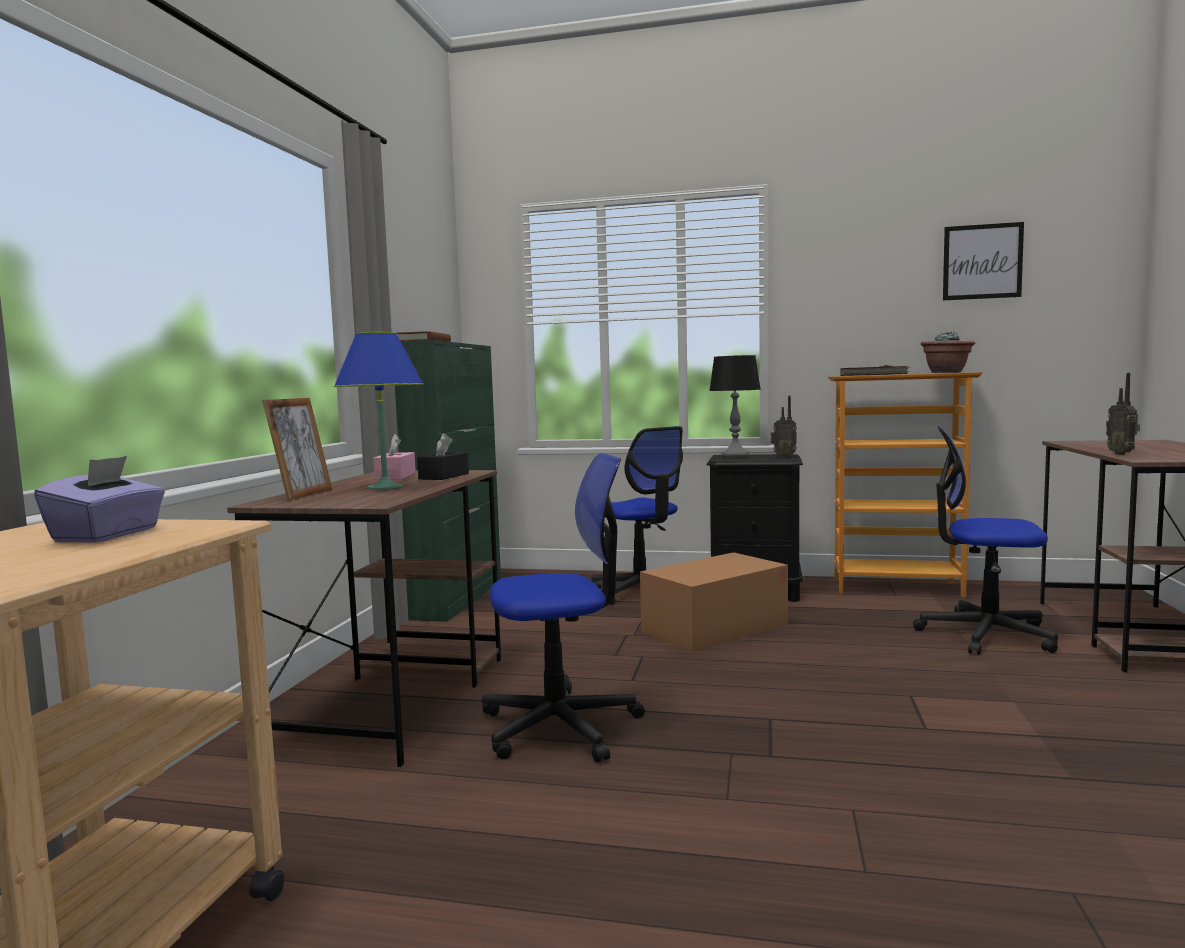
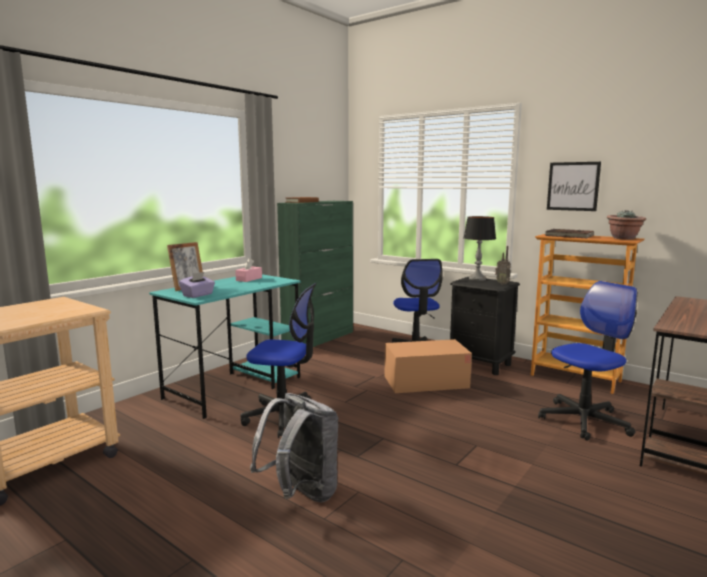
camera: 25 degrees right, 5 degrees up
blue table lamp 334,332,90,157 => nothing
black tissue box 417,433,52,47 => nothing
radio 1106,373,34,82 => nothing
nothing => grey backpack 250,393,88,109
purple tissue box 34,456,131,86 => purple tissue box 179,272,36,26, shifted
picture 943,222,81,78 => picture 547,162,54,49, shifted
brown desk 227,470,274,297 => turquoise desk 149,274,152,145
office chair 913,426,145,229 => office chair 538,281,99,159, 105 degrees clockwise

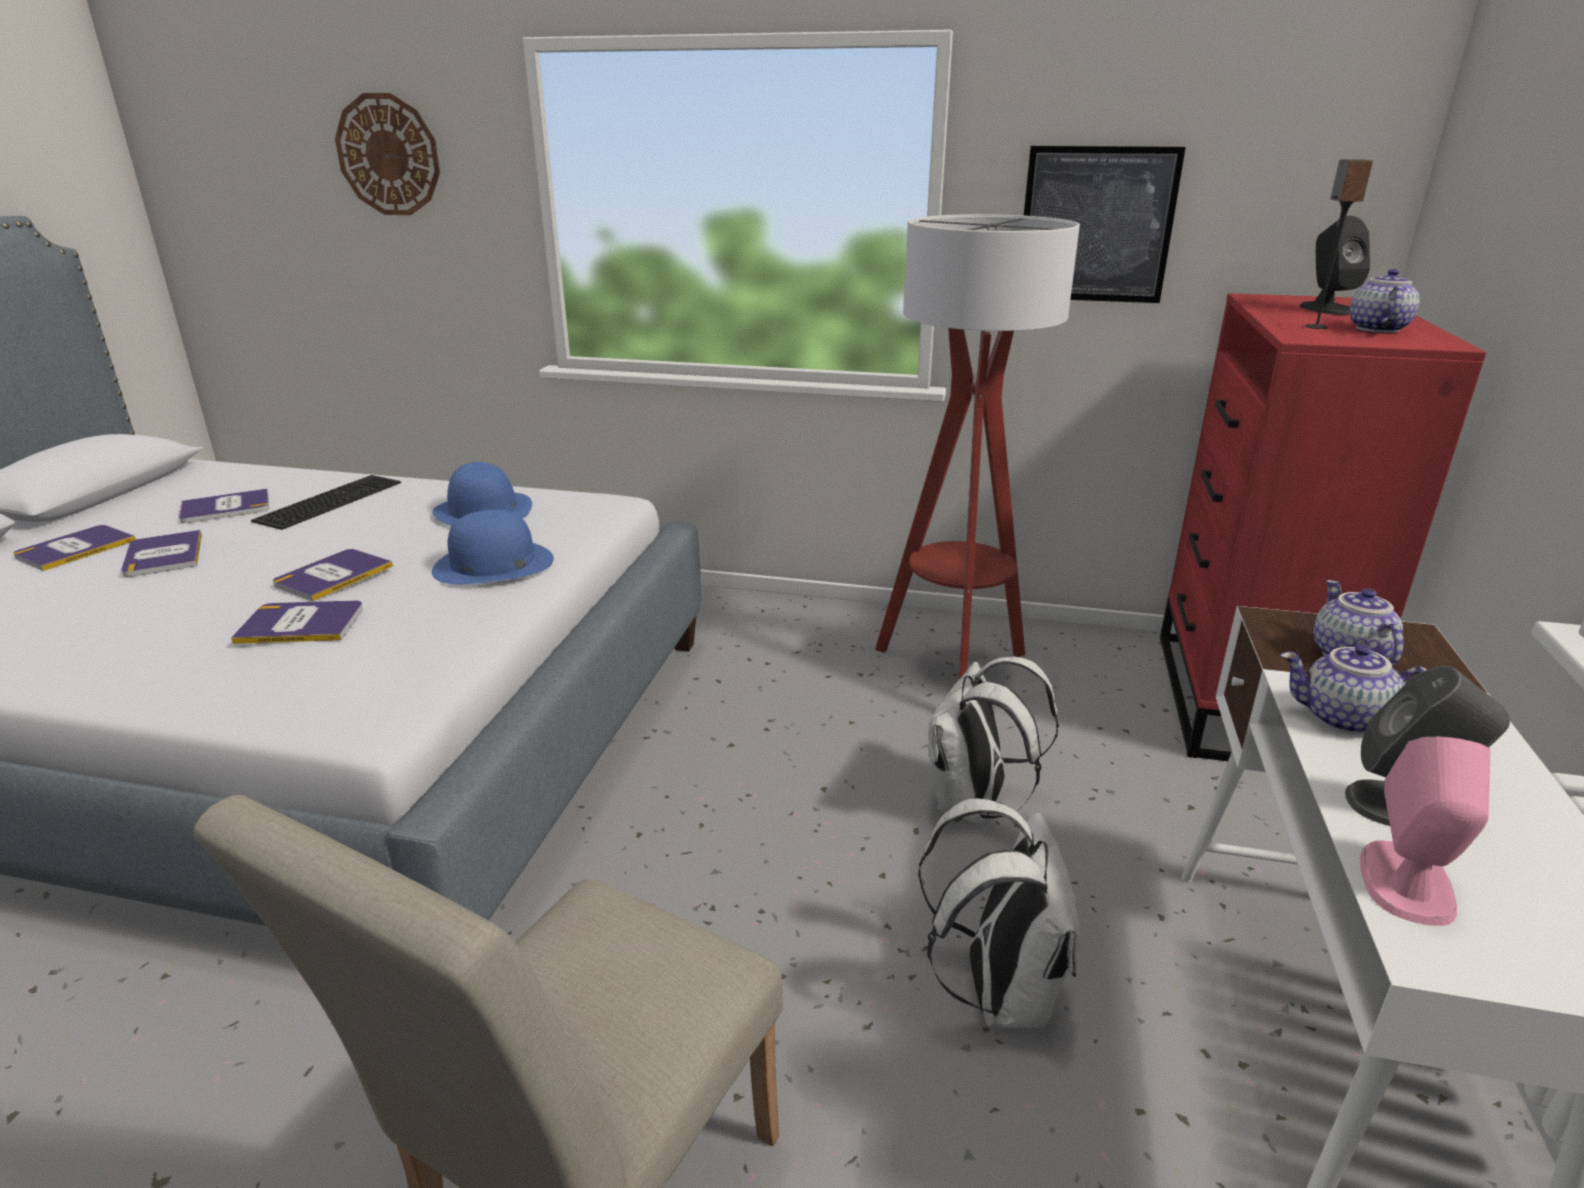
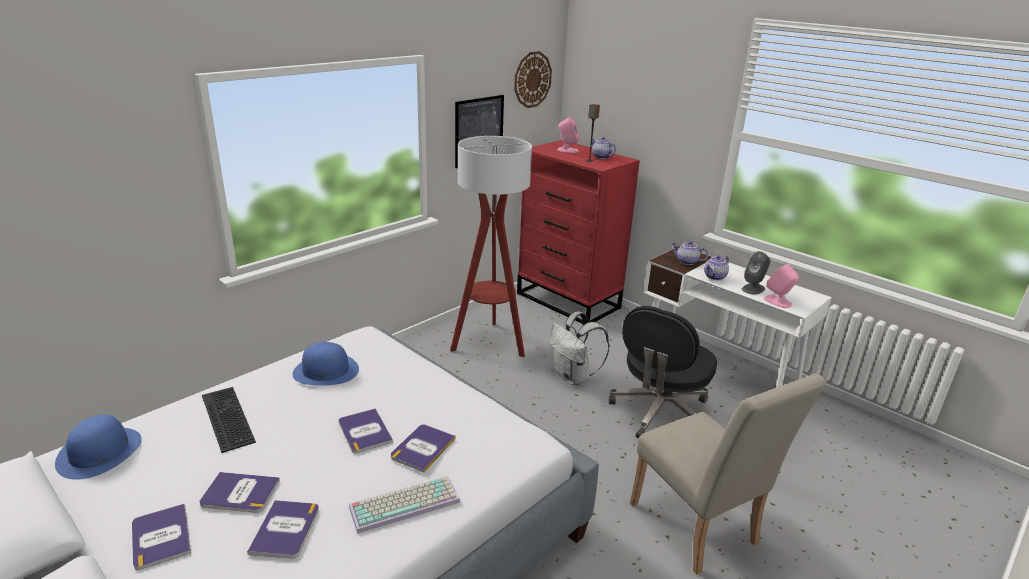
camera: 60 degrees left, 0 degrees up
nothing => keyboard 349,476,111,58
book 179,489,90,34 => book 247,500,72,59, shifted
wall clock 335,93,105,122 => wall clock 514,51,38,57, shifted
blue hat 432,510,122,74 => blue hat 55,414,87,66, shifted
white backpack 918,798,162,230 => black office chair 608,306,109,133
black speaker 1300,216,70,99 => pink speaker 557,117,23,36

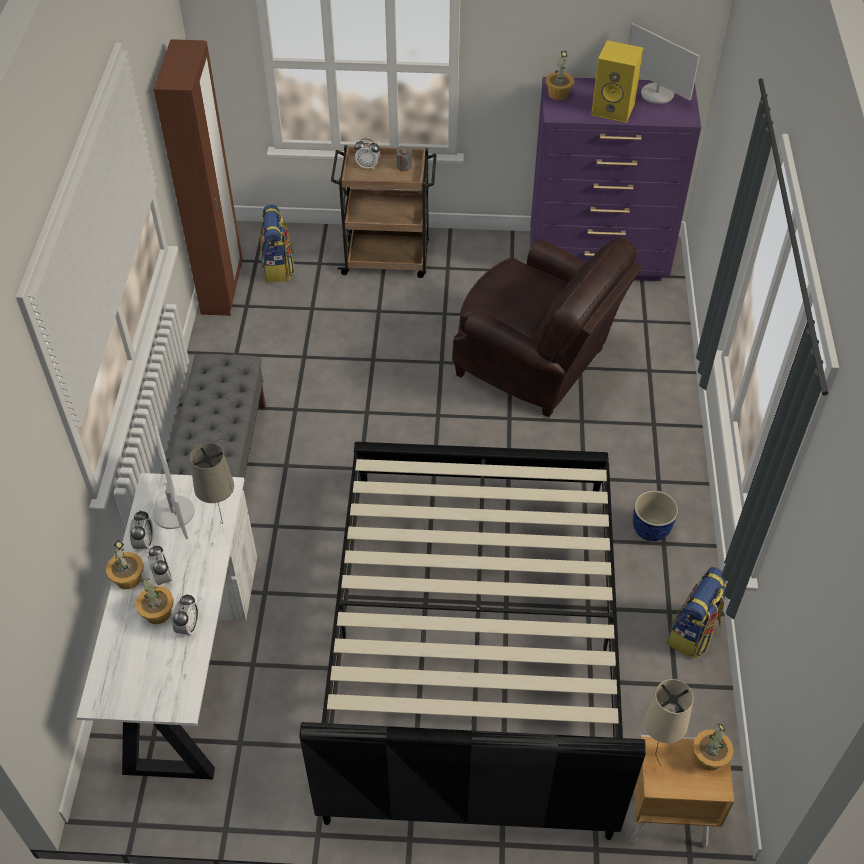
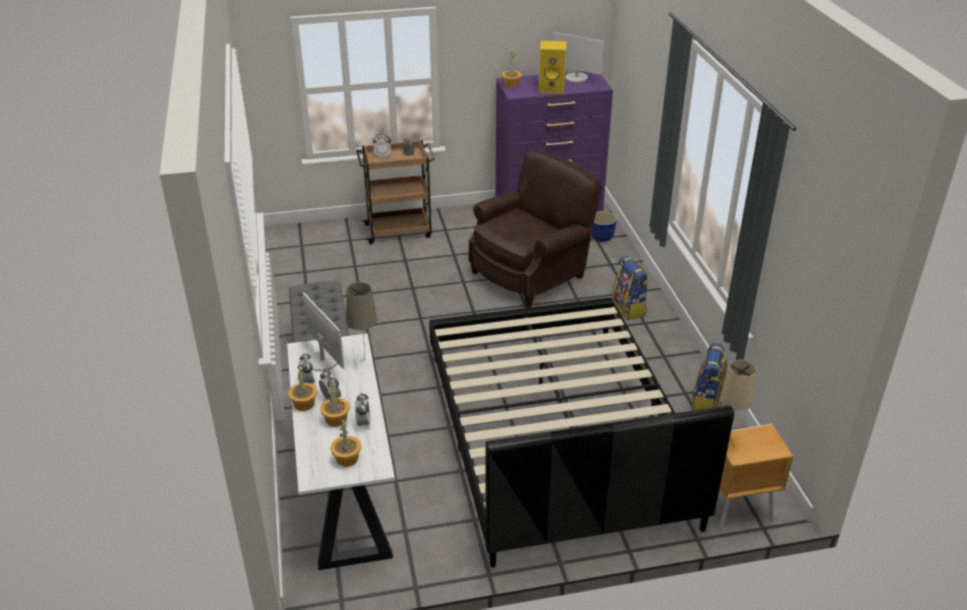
camera: 15 degrees left, 15 degrees down
brown wardrobe 153,39,89,277 => nothing
backpack 260,204,35,79 => backpack 612,255,37,65, shifted
planter 633,490,45,51 => planter 591,211,26,31, shifted
potted plant 693,723,41,48 => potted plant 330,419,32,48, shifted
brown armchair 452,236,191,181 => brown armchair 468,150,134,158, 60 degrees counterclockwise

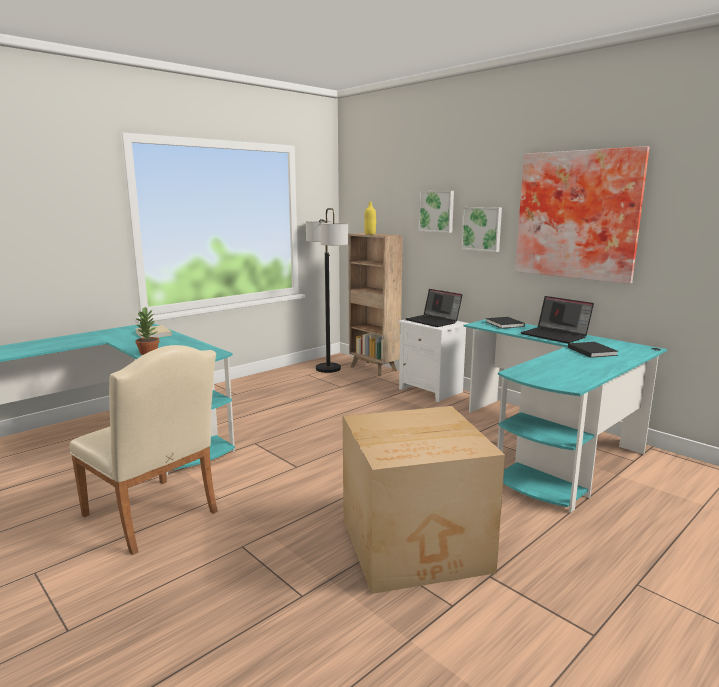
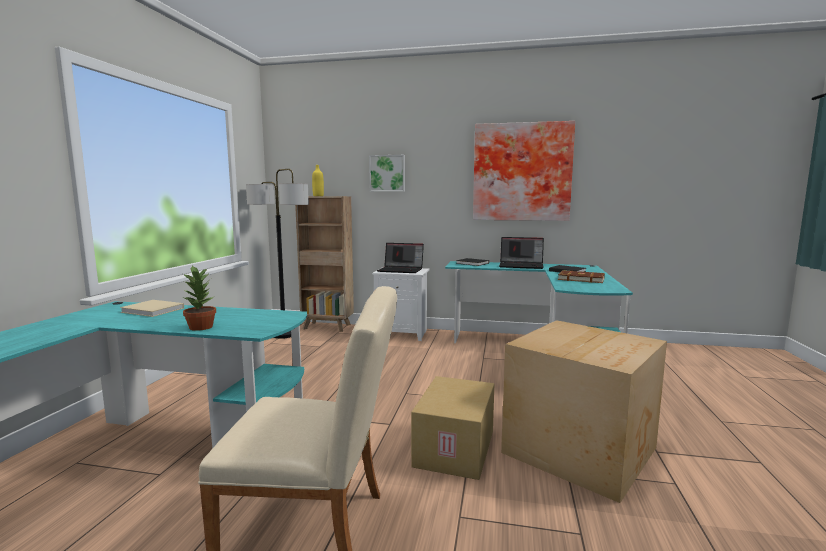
camera: 35 degrees left, 5 degrees down
picture 461,207,41,45 => nothing
nothing => cardboard box 411,376,83,104
nothing => brown book 558,270,47,13

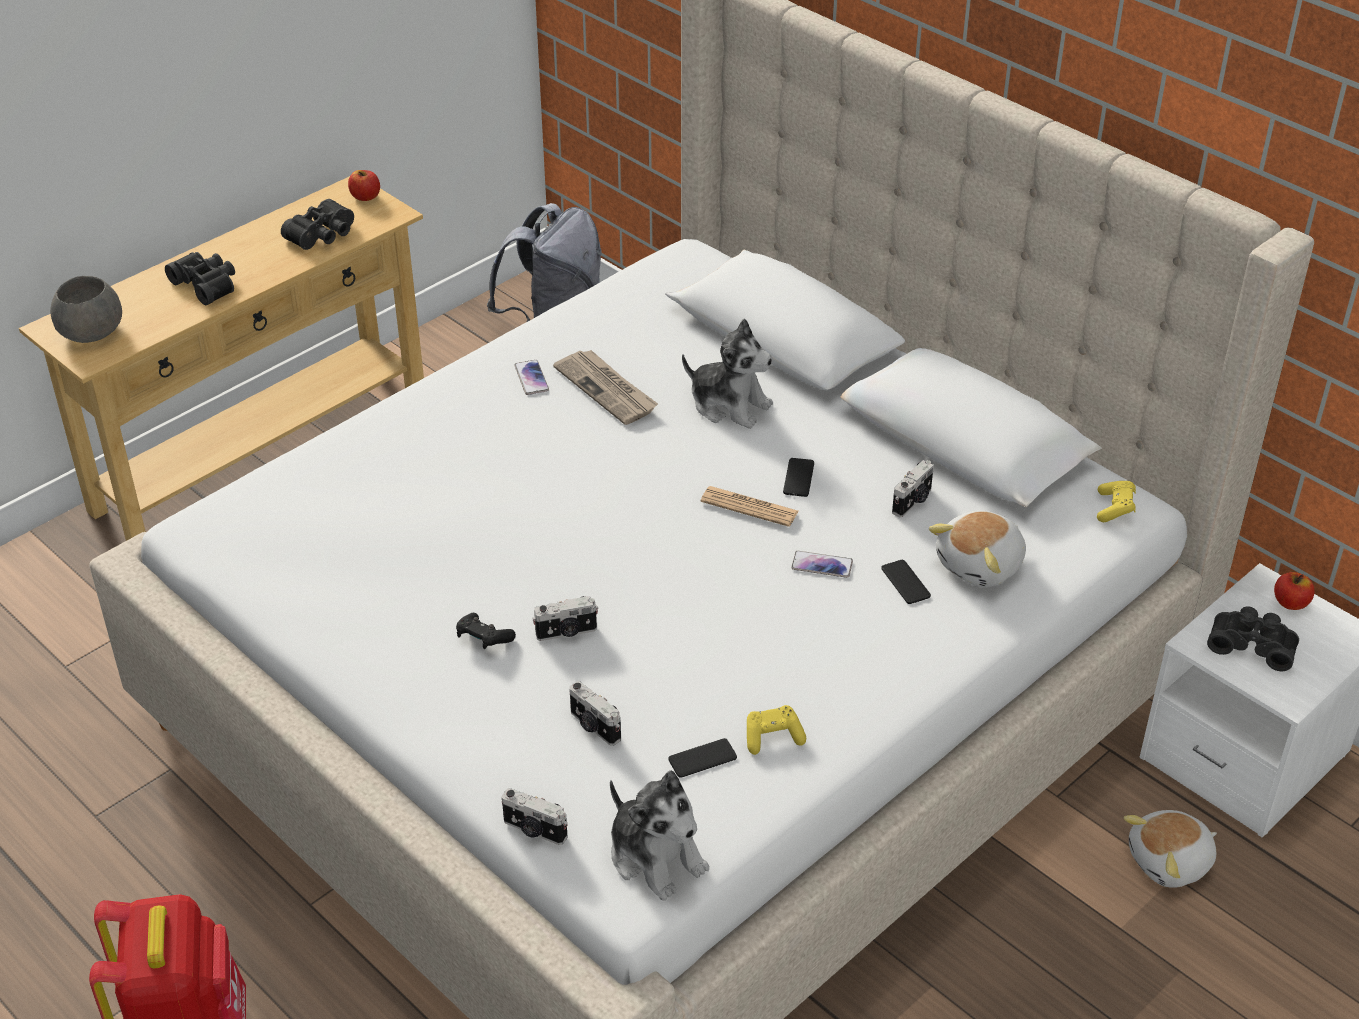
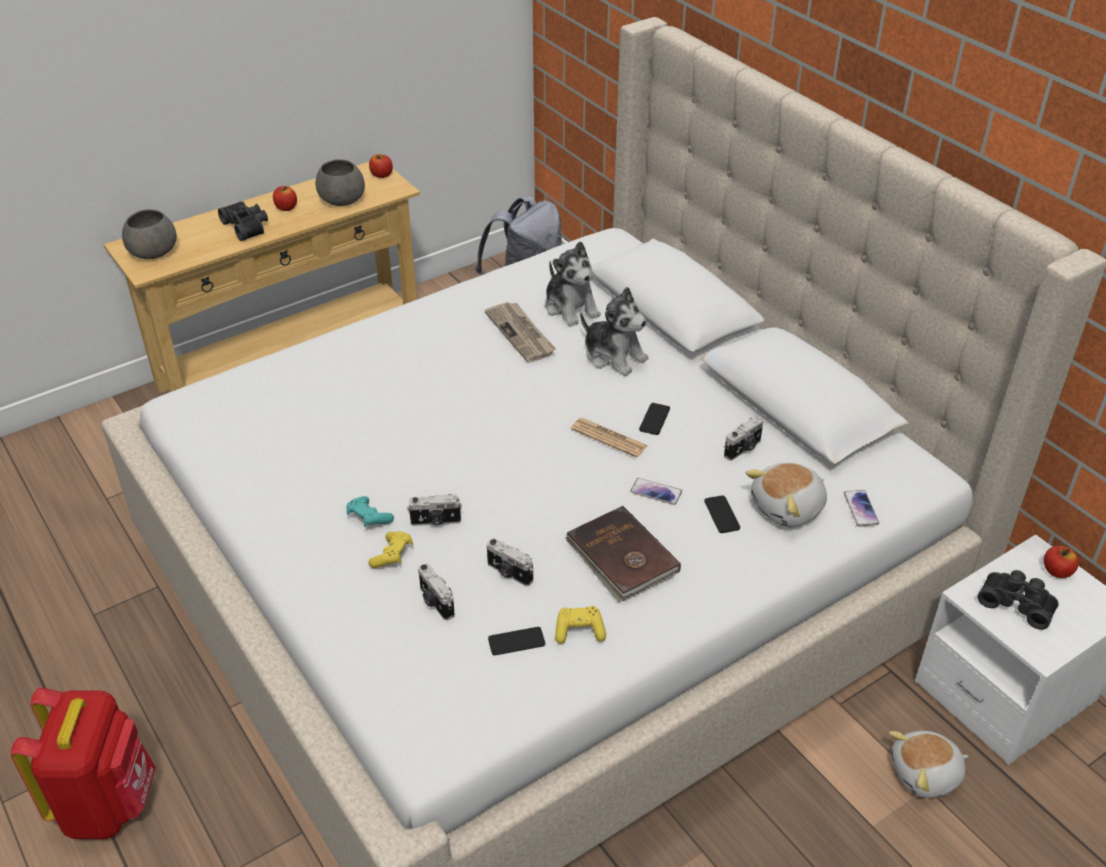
camera: 10 degrees right, 0 degrees up
nothing => apple 273,186,24,25
nothing => brown book 565,506,116,96
photo camera 501,788,67,57 => photo camera 487,538,46,48, shifted
phone 514,360,35,35 => phone 844,490,35,37, shifted
plush toy 610,770,99,131 => plush toy 545,241,56,86, shifted
yellow game controller 1097,481,39,41 => yellow game controller 368,532,45,36, shifted
black binoculars 281,199,73,51 => grey bowl 315,159,50,47
black game controller 456,613,60,36 => turquoise game controller 346,496,48,31

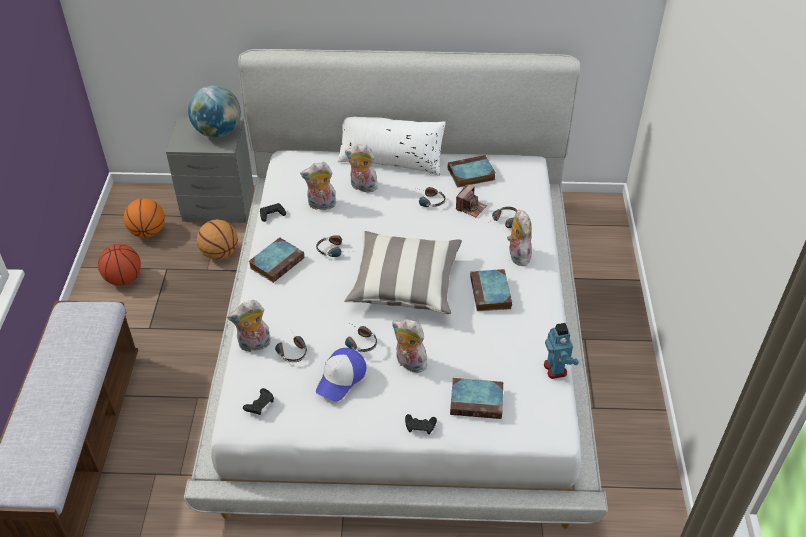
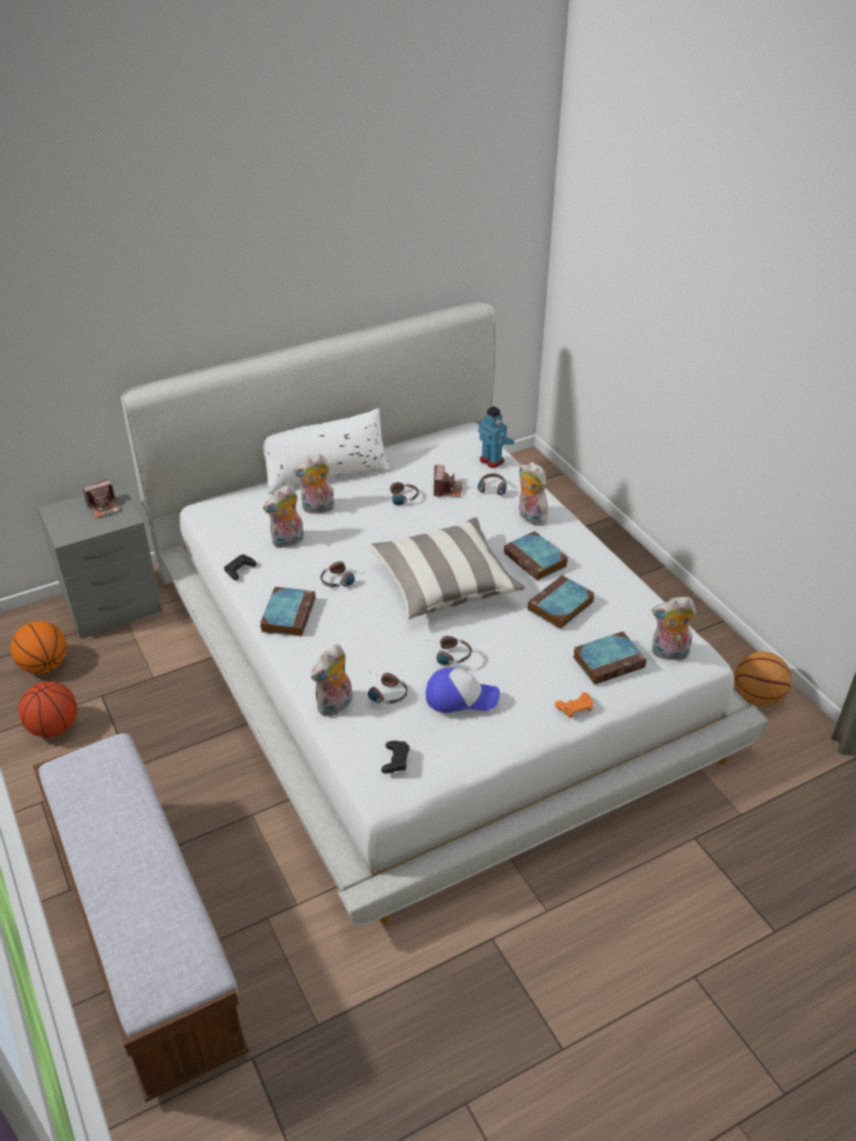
camera: 30 degrees left, 5 degrees down
basketball 197,219,41,41 => basketball 735,651,57,55, shifted
plush toy 392,319,35,54 => plush toy 652,597,44,64, shifted
book 448,155,48,32 => book 528,575,67,54, shifted
toy robot 544,323,35,56 => toy robot 478,406,37,62, shifted
globe 188,85,53,53 => photo camera 83,479,38,39
black game controller 405,414,32,20 => orange game controller 555,692,38,26
cap 316,348,50,53 => cap 426,668,74,45, 90 degrees counterclockwise

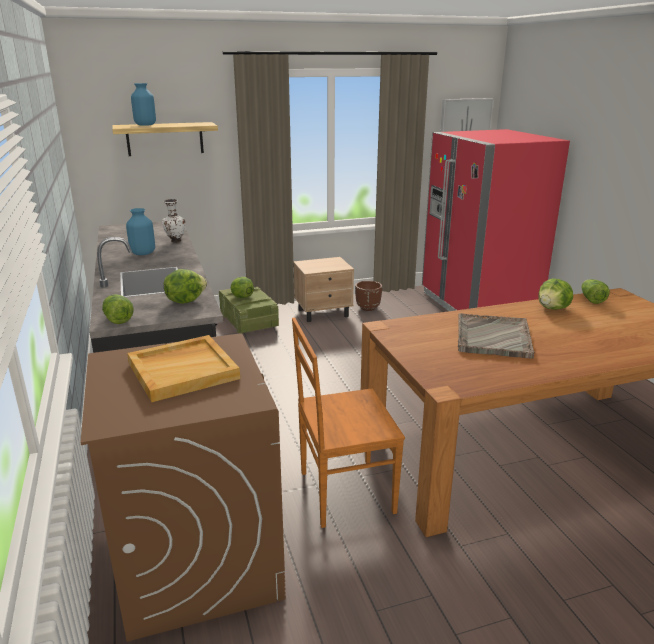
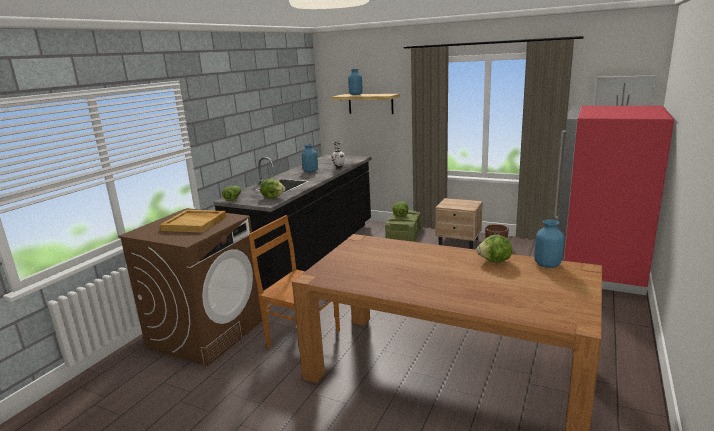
camera: 45 degrees right, 5 degrees down
grey tray 457,313,78,46 => nothing
lettuce 582,279,28,25 => blue vase 534,219,30,49

